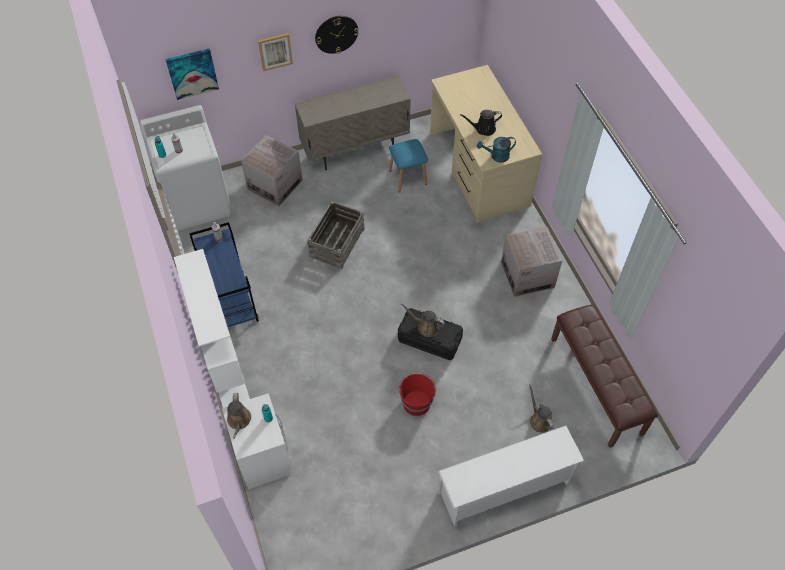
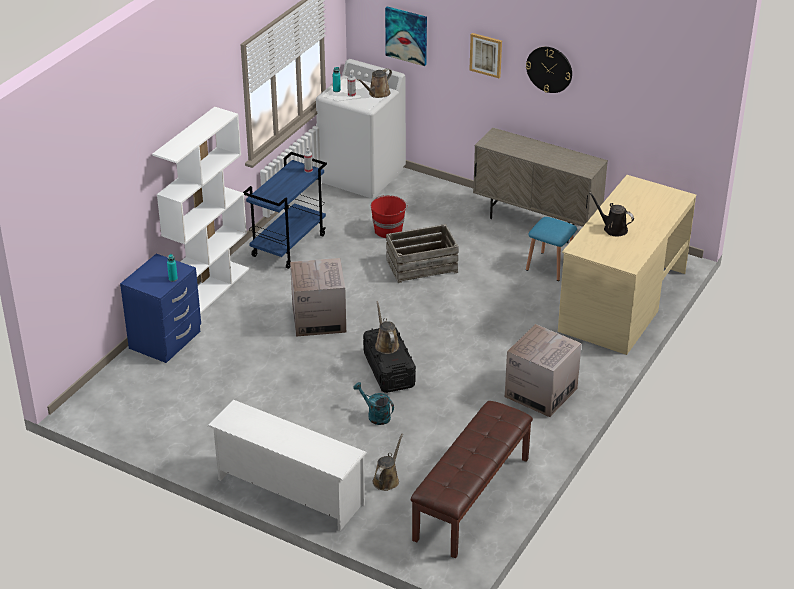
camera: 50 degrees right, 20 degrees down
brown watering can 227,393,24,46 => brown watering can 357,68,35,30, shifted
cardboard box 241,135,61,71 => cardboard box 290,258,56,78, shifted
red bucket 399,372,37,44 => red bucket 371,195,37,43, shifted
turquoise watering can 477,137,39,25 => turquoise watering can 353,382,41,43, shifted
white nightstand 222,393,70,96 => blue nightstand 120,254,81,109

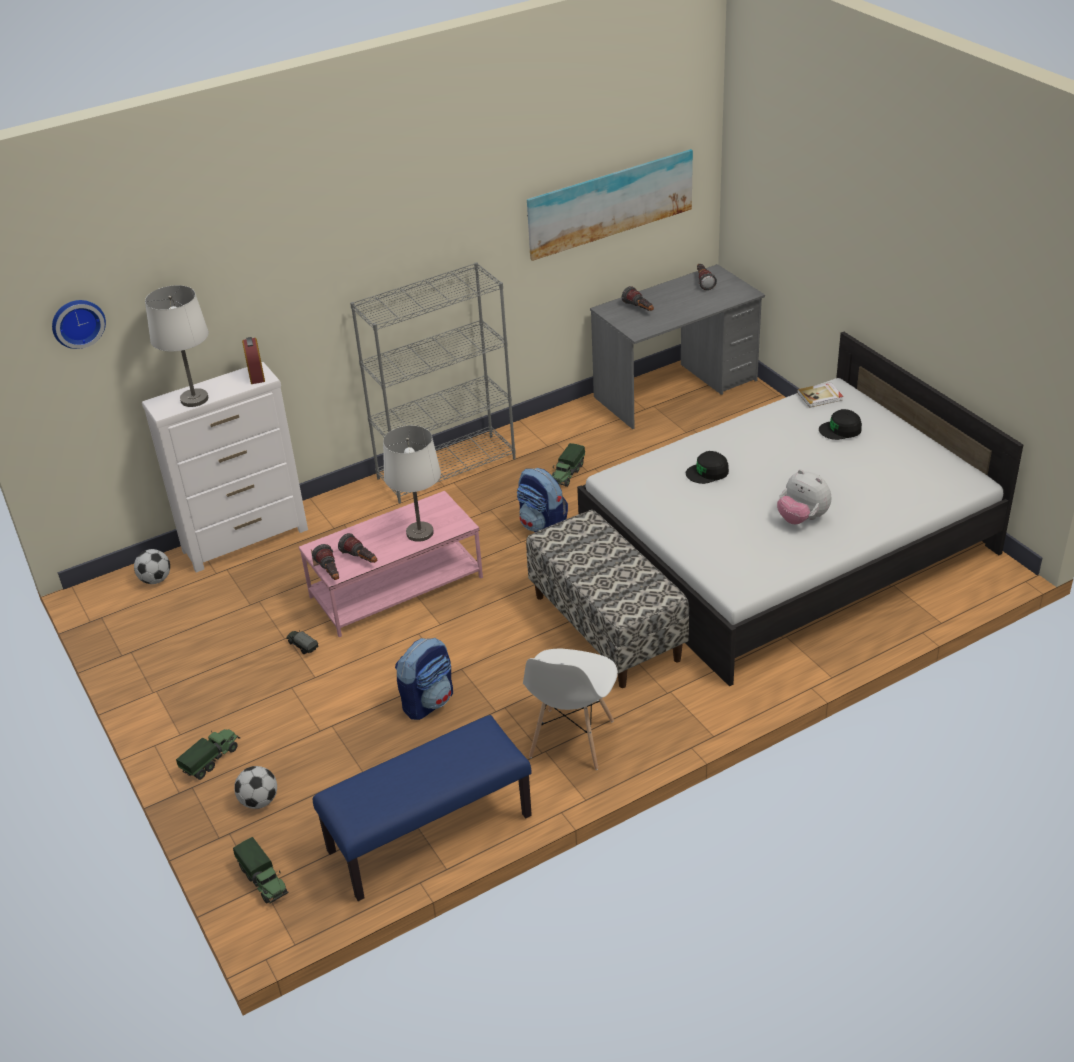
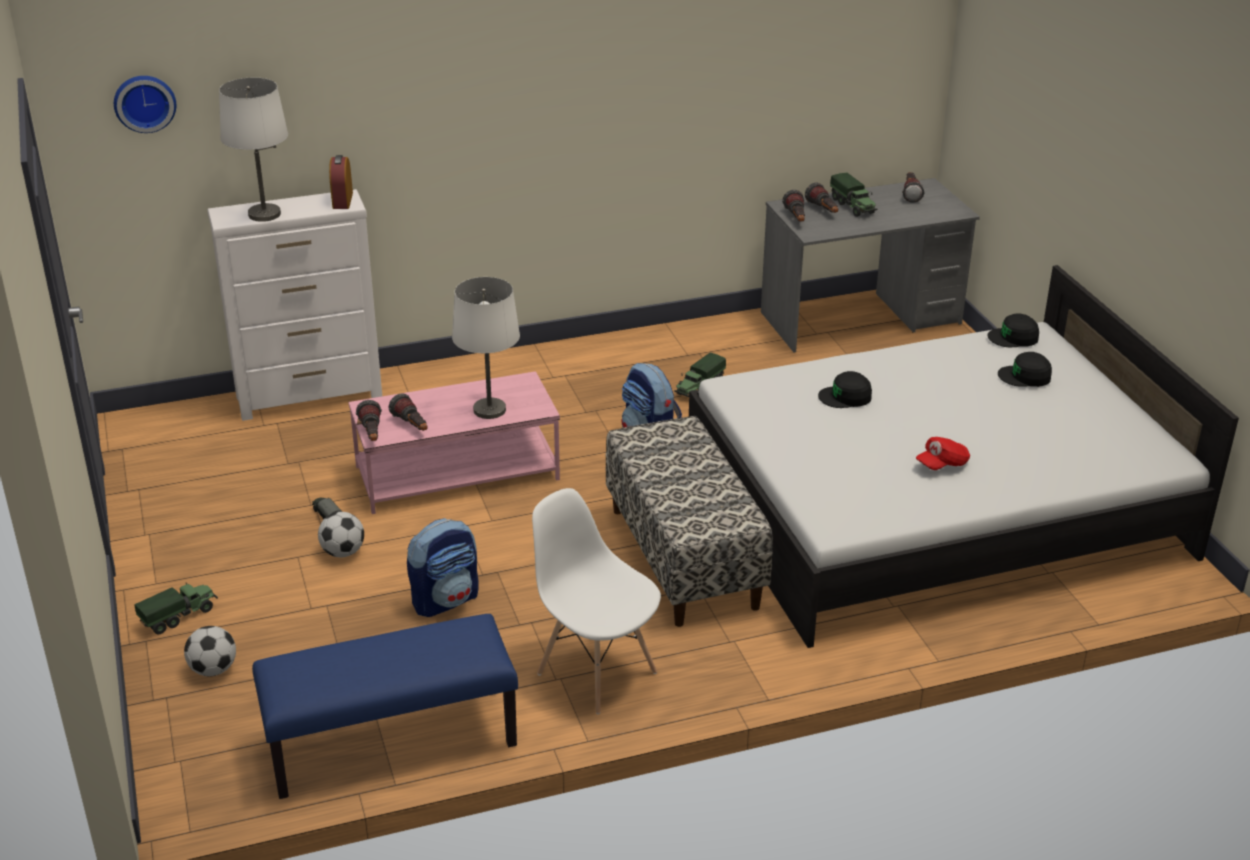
camera: 10 degrees right, 5 degrees down
grey bookcase 350,262,166,241 => nothing
picture 527,149,166,112 => nothing
nothing => flashlight 782,190,23,31
football 134,549,36,35 => football 318,512,46,45, shifted
toy truck 233,837,56,67 => toy truck 830,173,47,44, shifted
plush toy 777,470,54,54 => red cap 916,437,54,33
book 797,382,47,25 => black cap 987,314,52,33
white chair 523,649,95,121 => white chair 532,488,129,226, 105 degrees clockwise

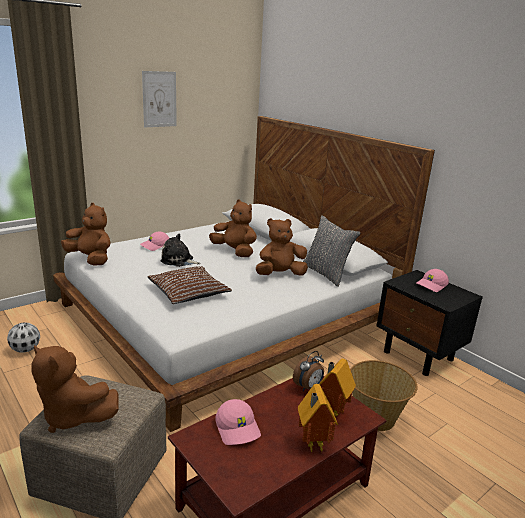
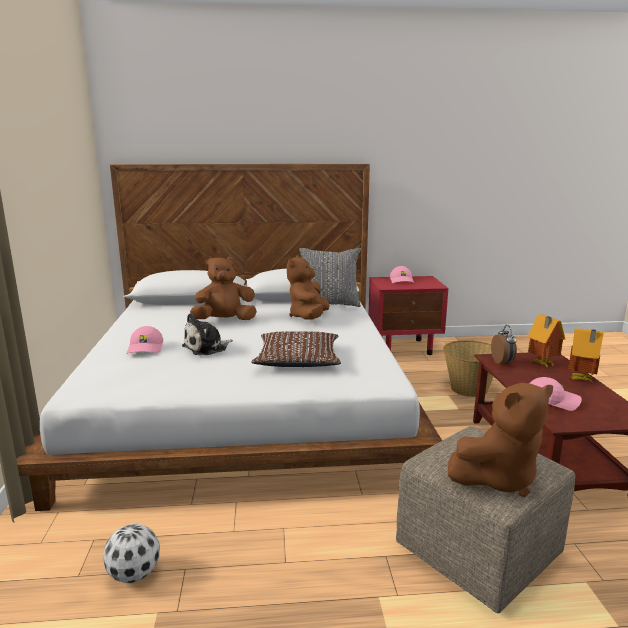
camera: 55 degrees left, 5 degrees down
brown plush toy 61,203,50,62 => nothing
picture 142,71,35,56 => nothing
black nightstand 377,270,106,106 => red nightstand 368,276,80,79

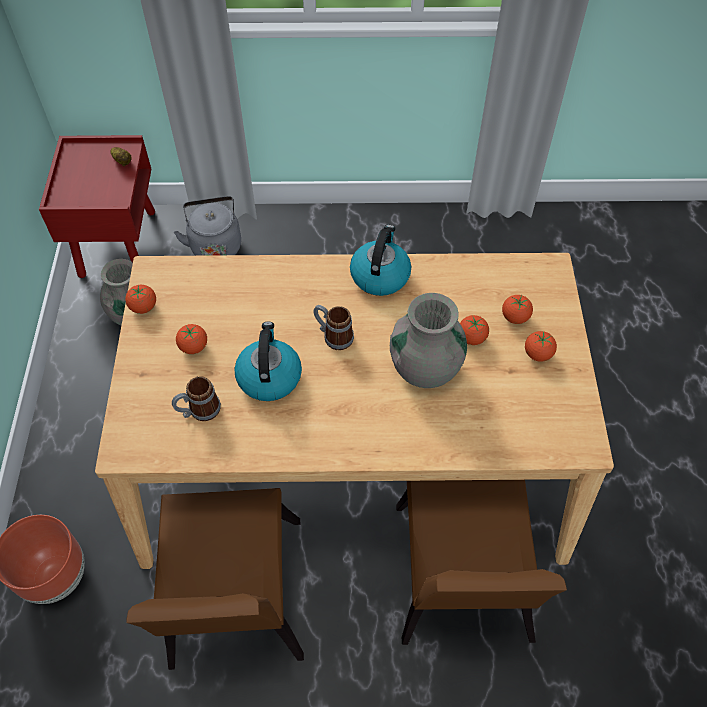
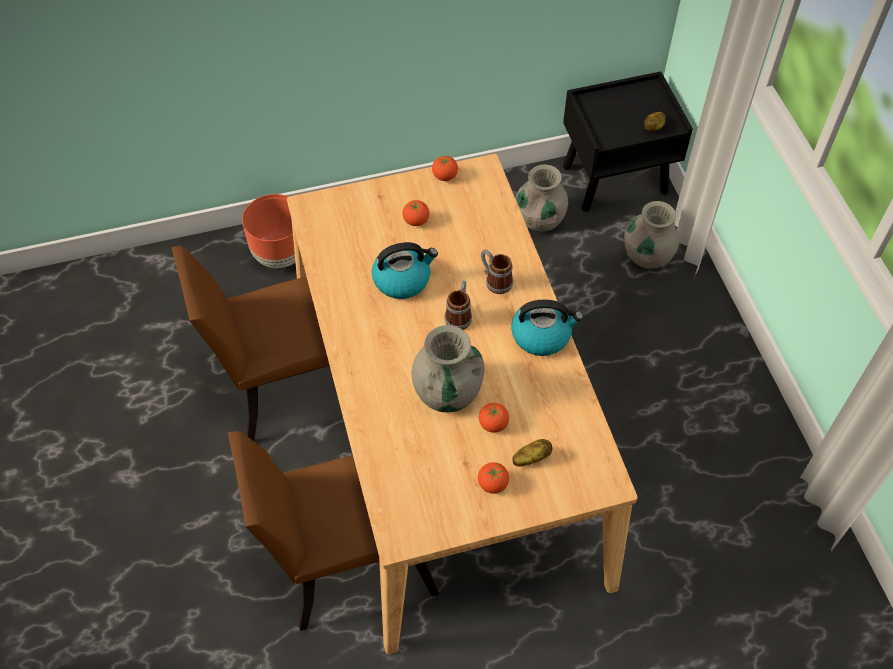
camera: 75 degrees right, 0 degrees up
mug 172,376,49,45 => mug 481,249,32,45, shifted
grey kettle 174,196,67,60 => grey vase 624,201,56,68
tomato 502,295,31,29 => potato 512,439,40,28
red nightstand 39,135,116,143 => black nightstand 563,71,130,141

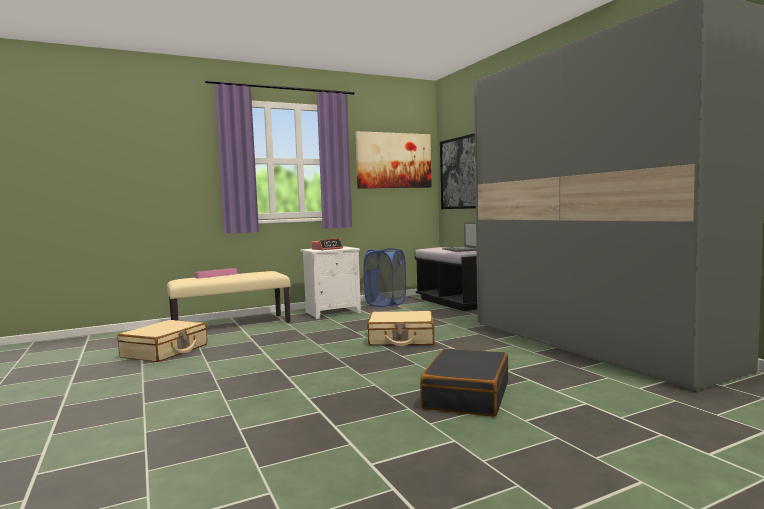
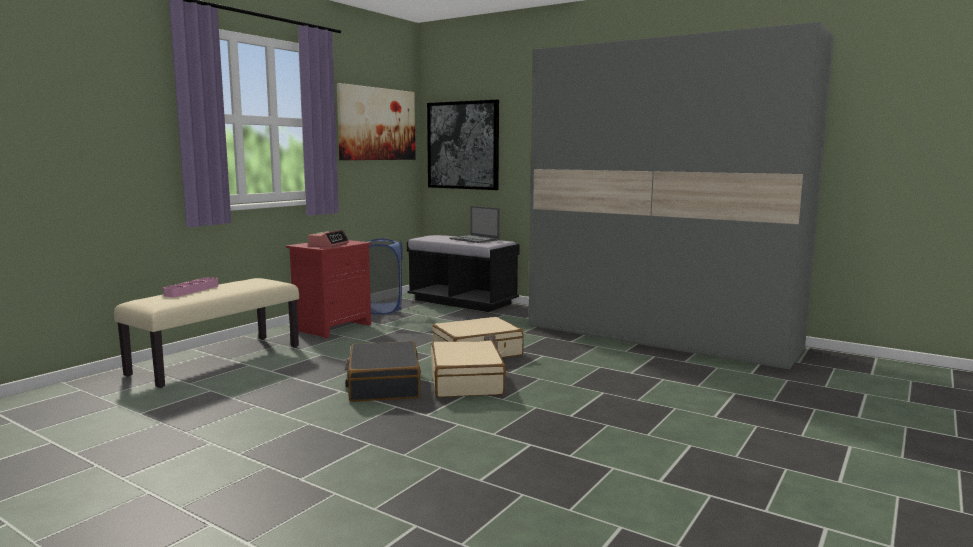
camera: 30 degrees left, 5 degrees up
beige suitcase 117,320,90,42 => beige suitcase 431,340,75,57, shifted
black suitcase 420,348,88,69 => black suitcase 345,341,76,61, shifted
white nightstand 300,246,61,73 => red nightstand 286,240,85,98

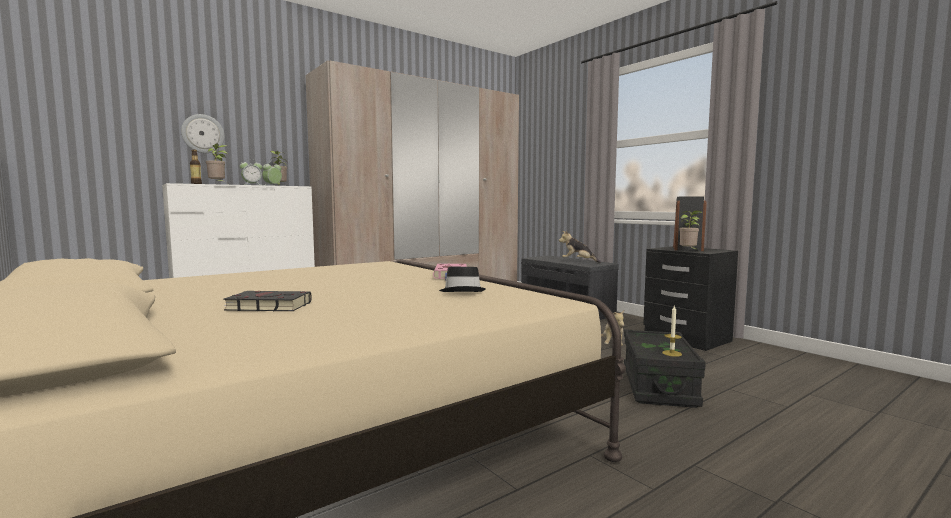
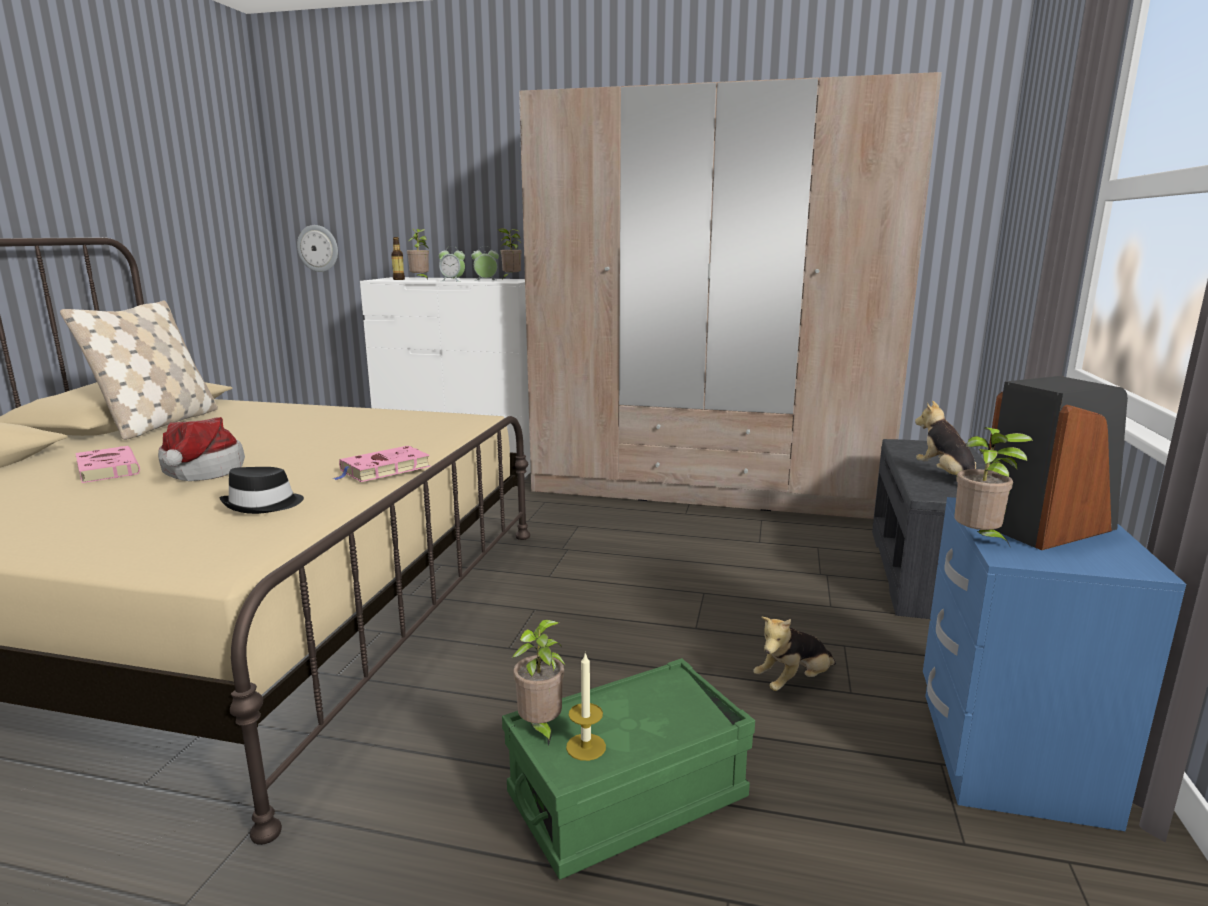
camera: 50 degrees right, 10 degrees up
nothing => beige pillow 60,301,158,139
nothing => hat 158,417,87,64
nothing => potted plant 512,620,54,126
wall clock 181,114,44,39 => wall clock 297,225,41,47, shifted
black book 223,291,89,20 => pink book 75,446,65,37
black storage box 624,329,82,79 => green storage box 502,658,253,222
black nightstand 643,246,95,105 => blue nightstand 923,497,263,334

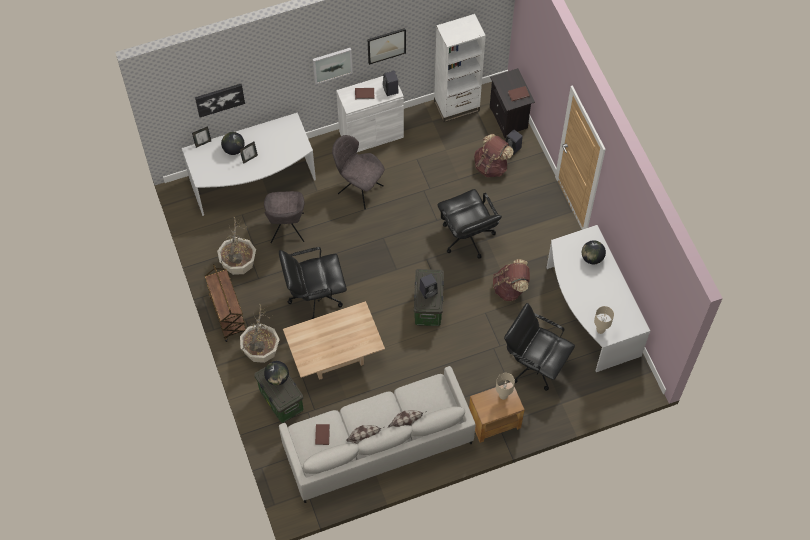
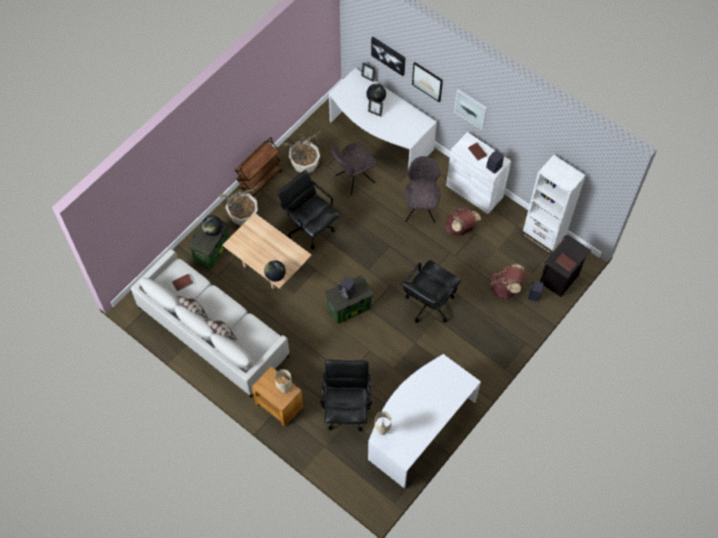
camera: 60 degrees right, 0 degrees up
picture 368,28,38,37 => picture 412,62,31,40, shifted
brown backpack 493,259,37,42 => brown backpack 445,208,36,28, shifted
globe 582,240,24,24 => globe 264,260,22,22, shifted

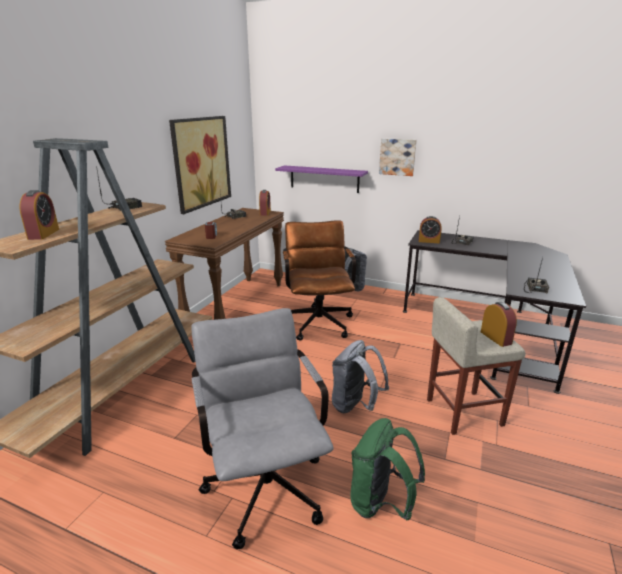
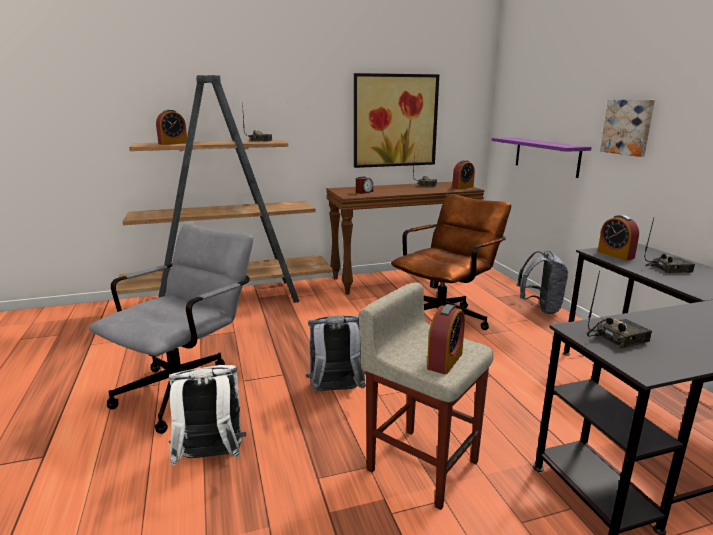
camera: 50 degrees right, 5 degrees down
green backpack 351,418,74,102 => white backpack 169,365,77,101

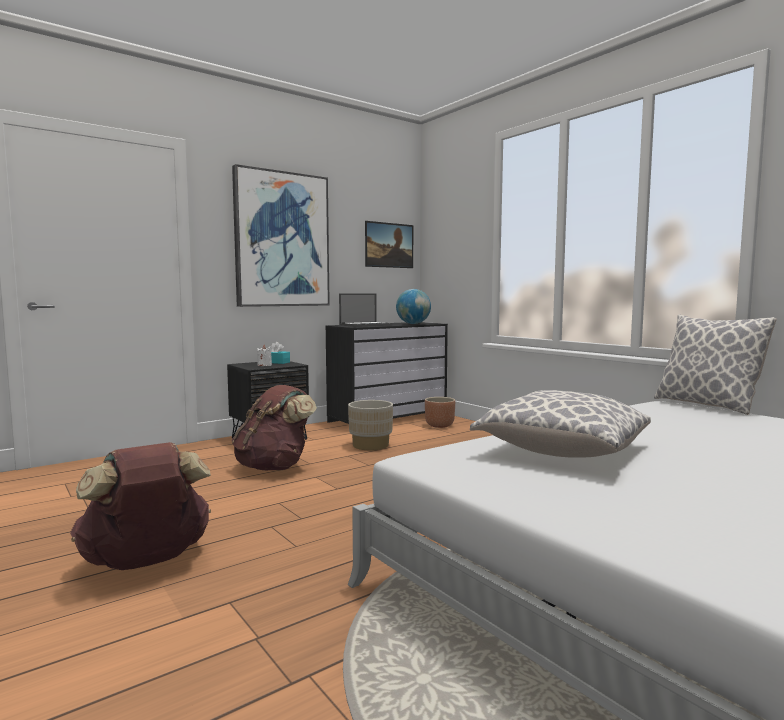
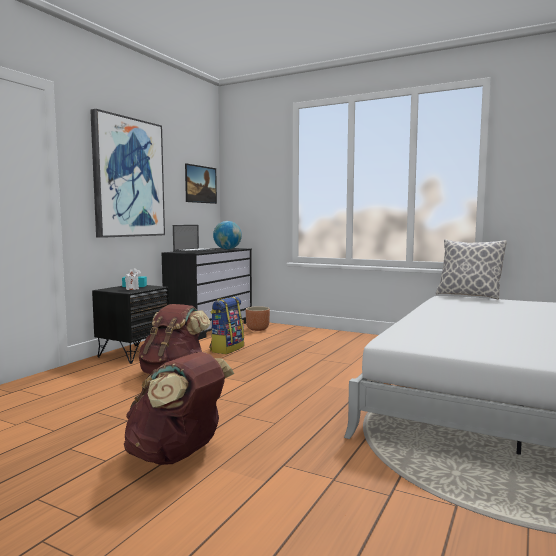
camera: 25 degrees left, 0 degrees up
pillow 470,390,181,68 => nothing
beige planter 348,400,45,50 => backpack 210,296,34,58

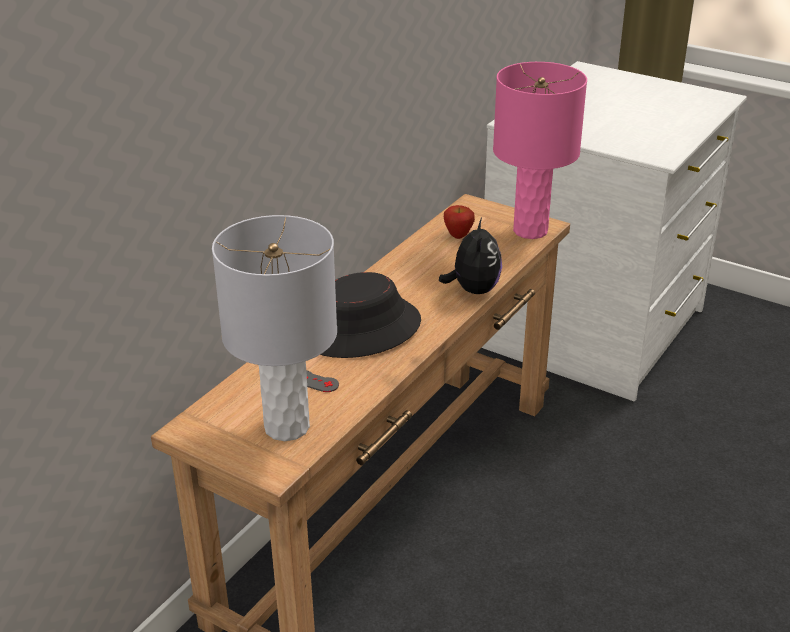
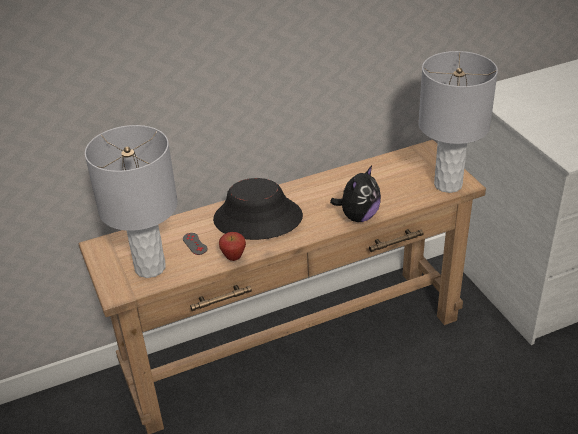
camera: 35 degrees right, 5 degrees up
apple 444,205,31,34 => apple 219,232,27,29, shifted
pink table lamp 493,62,94,177 => grey table lamp 418,51,80,142

